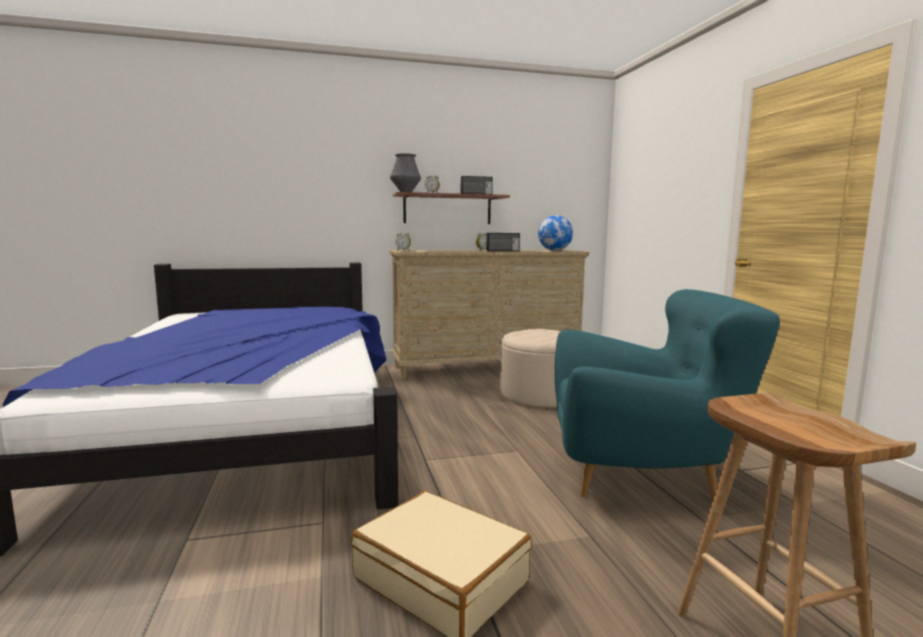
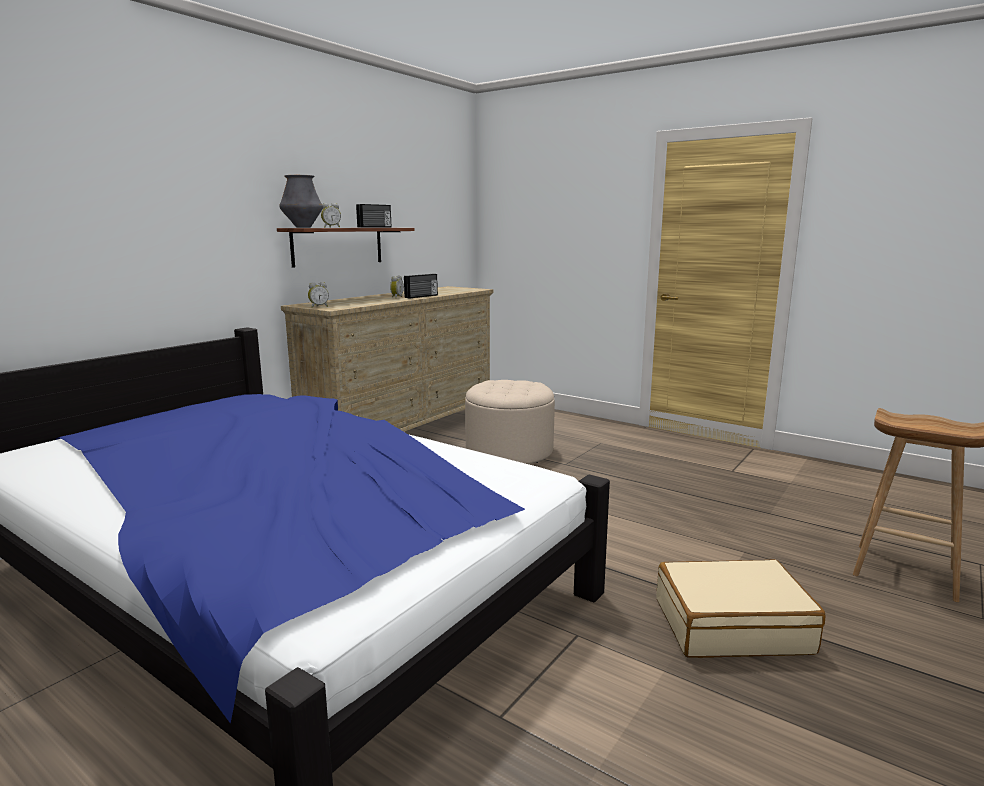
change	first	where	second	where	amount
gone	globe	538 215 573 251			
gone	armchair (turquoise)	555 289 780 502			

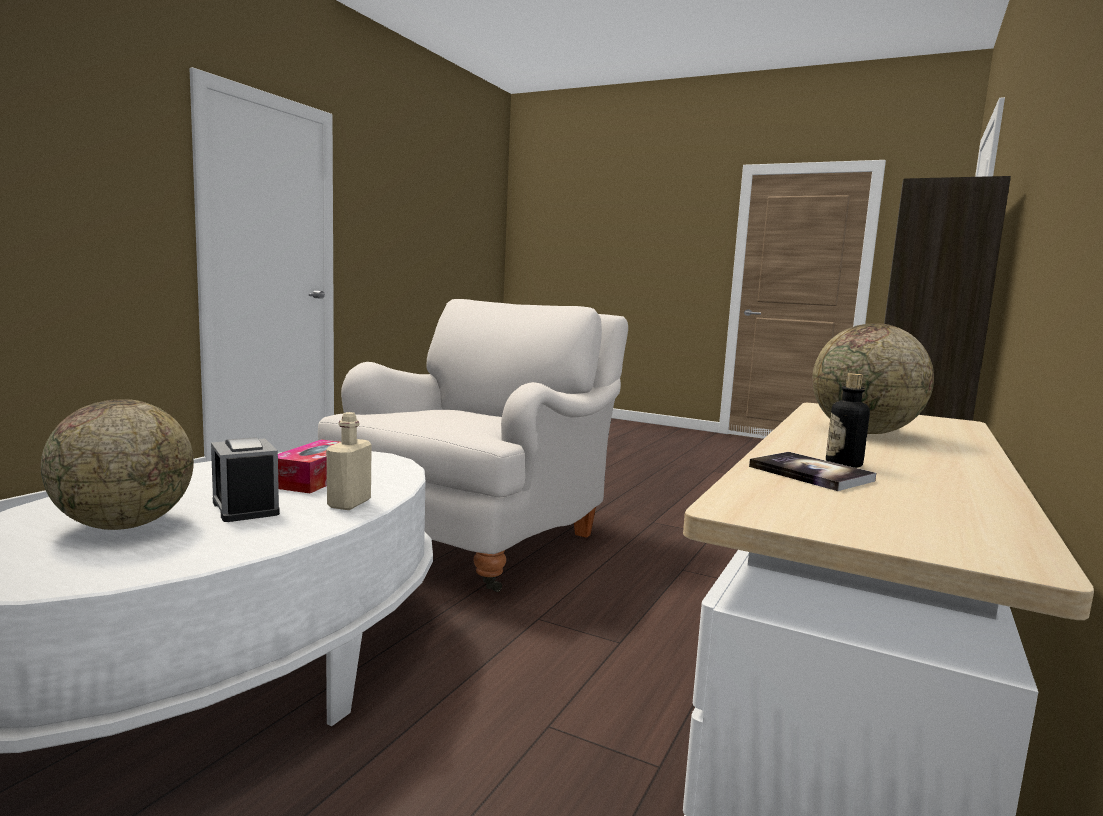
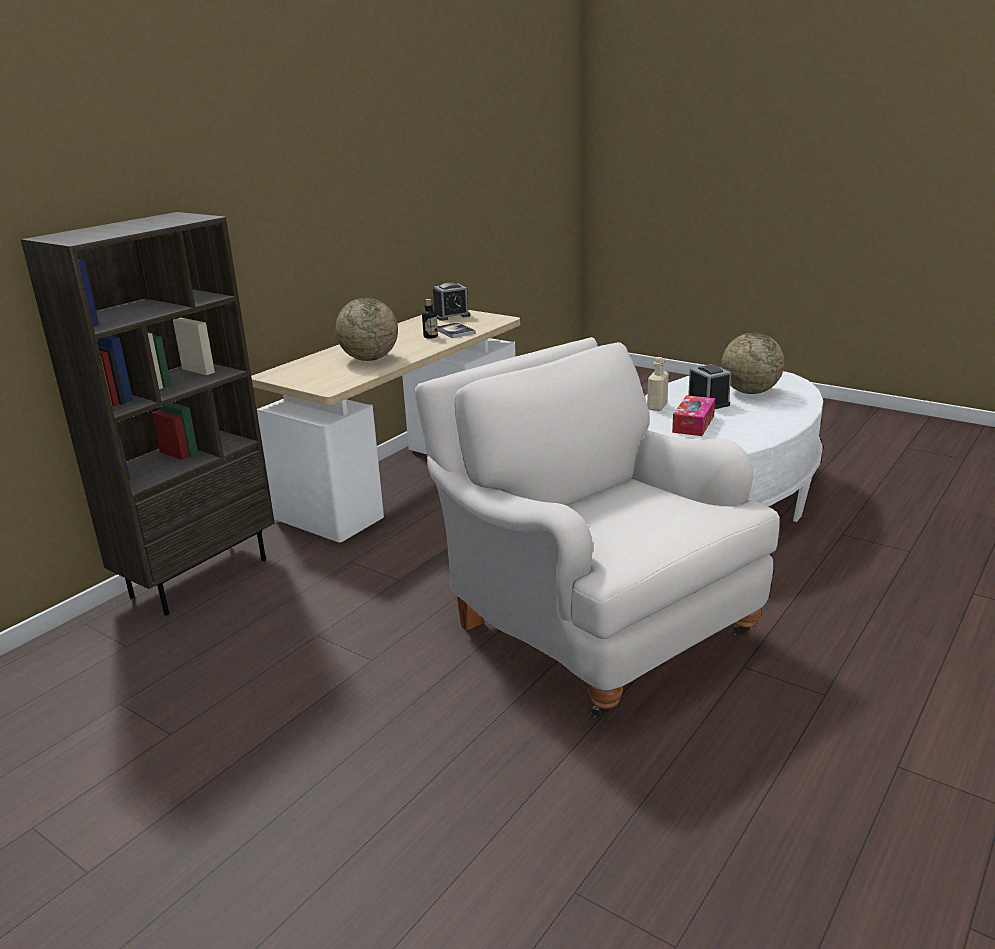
change	first	where	second	where	amount
rotated	armchair (white)	318 299 628 592		415 337 780 717	105 degrees clockwise
new			alarm clock	433 283 470 321	

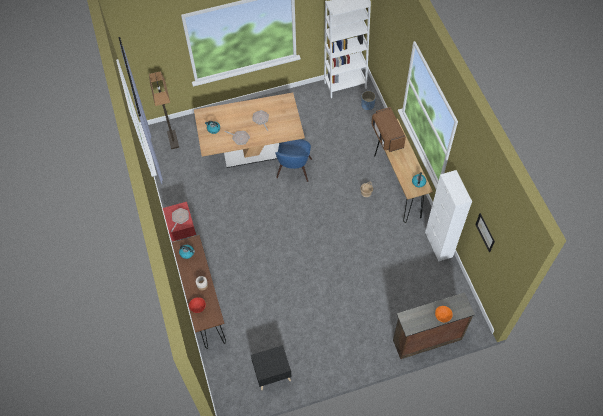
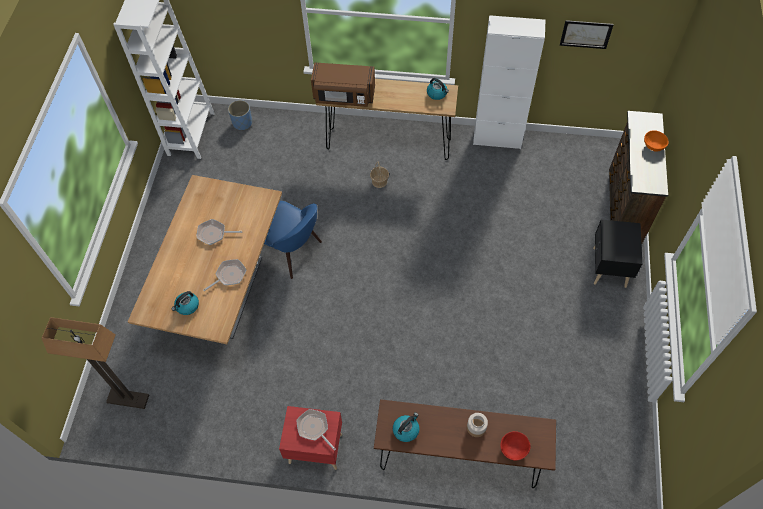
change	first	where	second	where	amount
shifted	nightstand (black)	251 345 292 390		593 220 642 288	

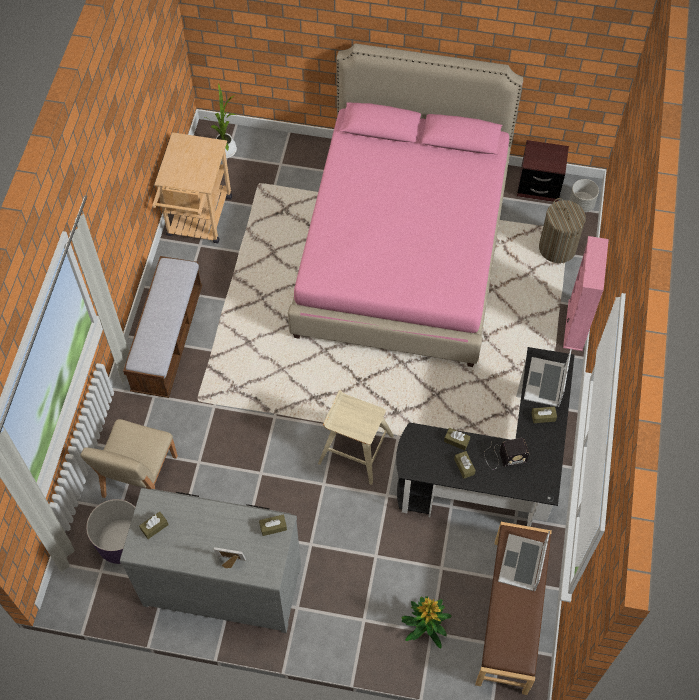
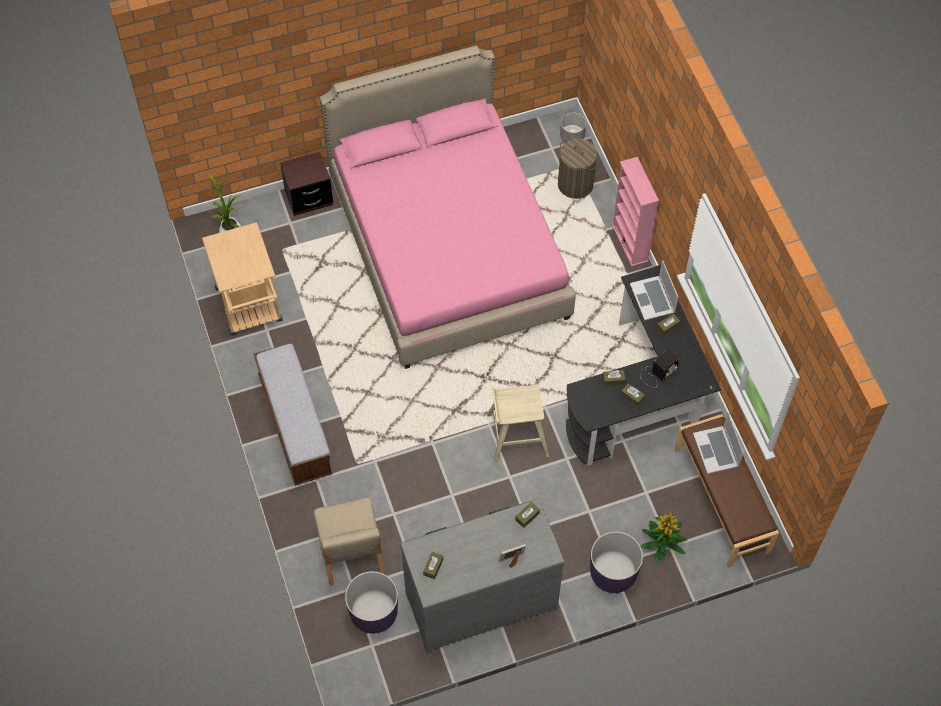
change	first	where	second	where	amount
shifted	nightstand (brown)	517 140 569 202		280 152 333 216	
new			planter (purple)	590 531 643 593	

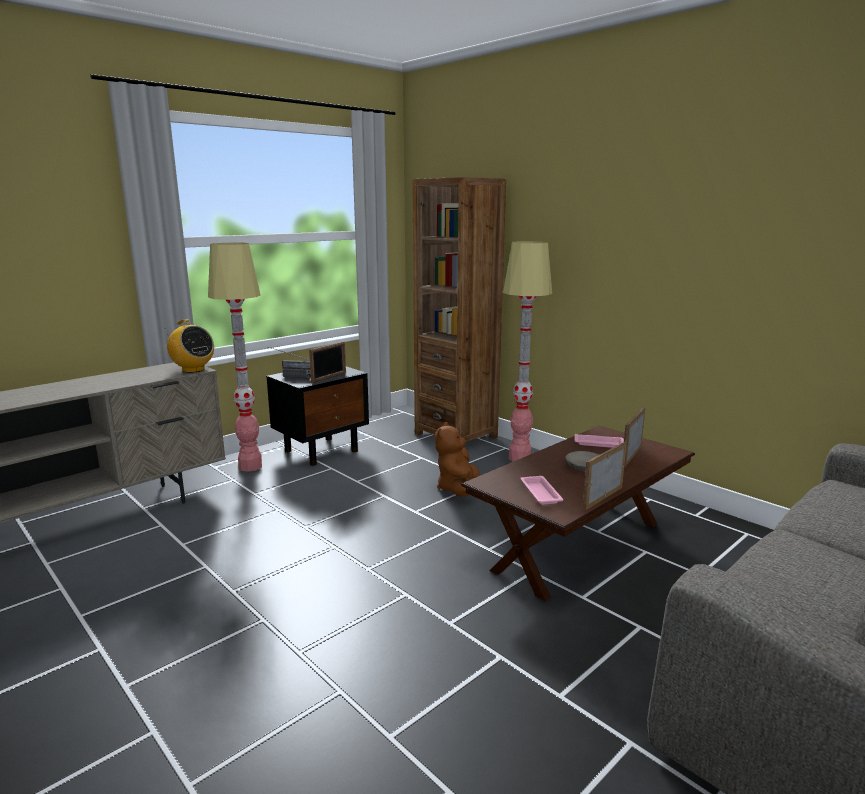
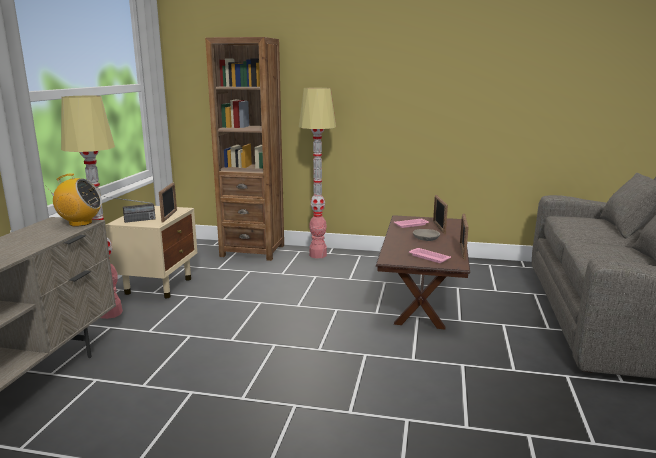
change	first	where	second	where	amount
repainted	nightstand (black)	266 366 369 466	nightstand (beige)	105 206 197 298	
gone	plush toy (brown)	435 422 480 497			

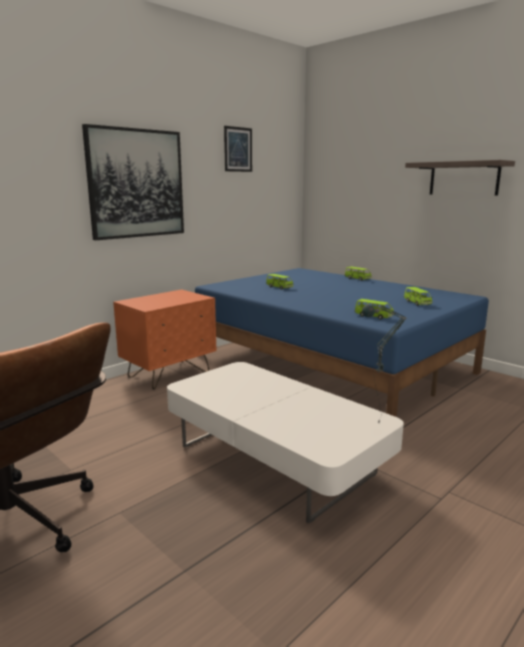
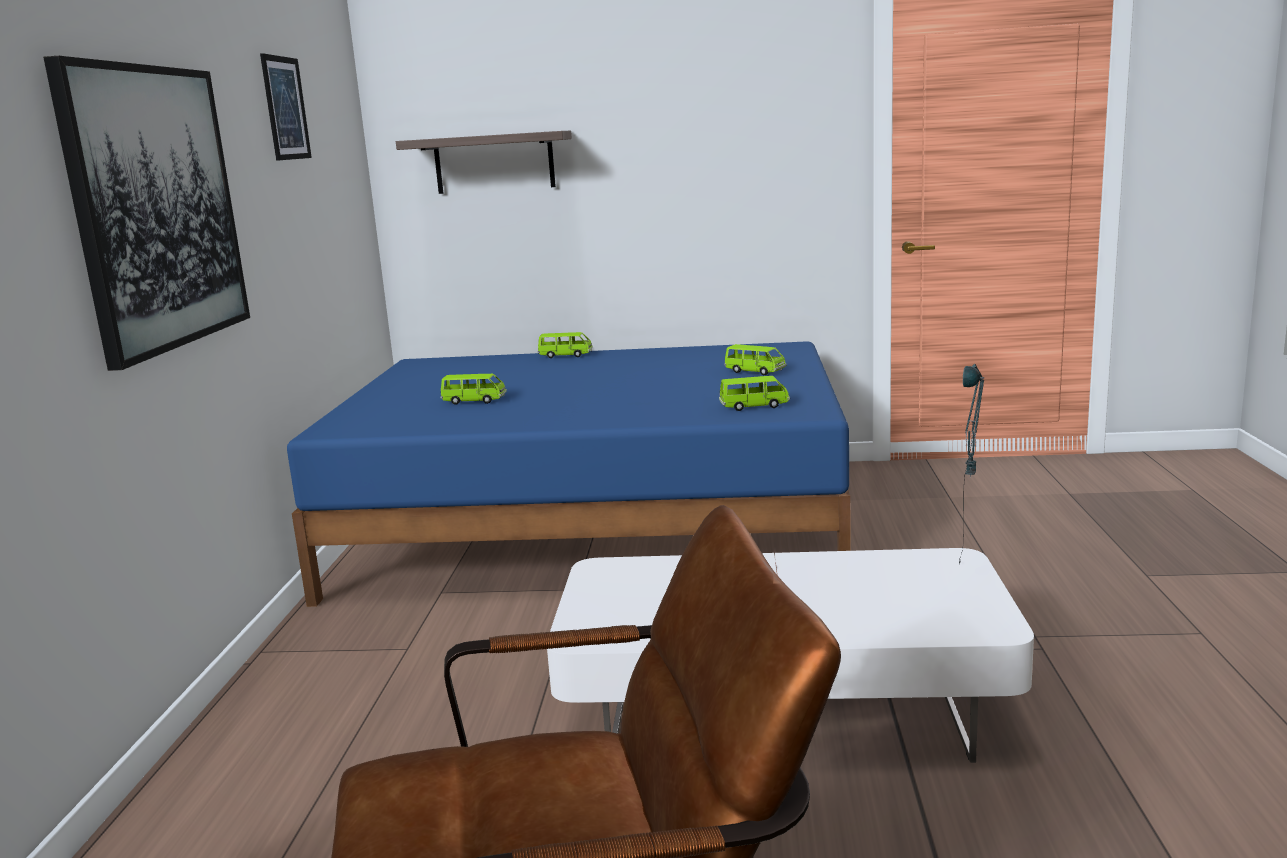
change	first	where	second	where	amount
shifted	shelf	405 160 515 195		396 131 572 194	
gone	nightstand (orange)	113 289 217 390			

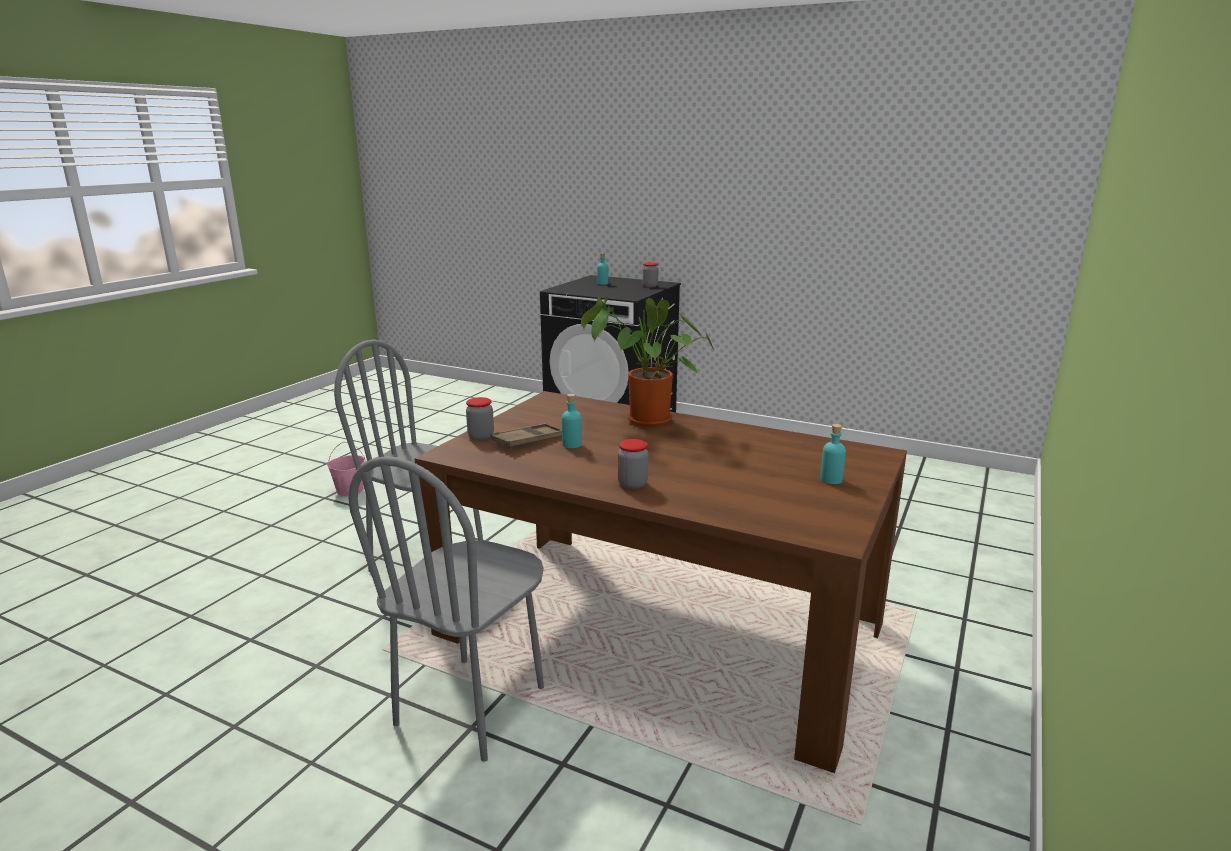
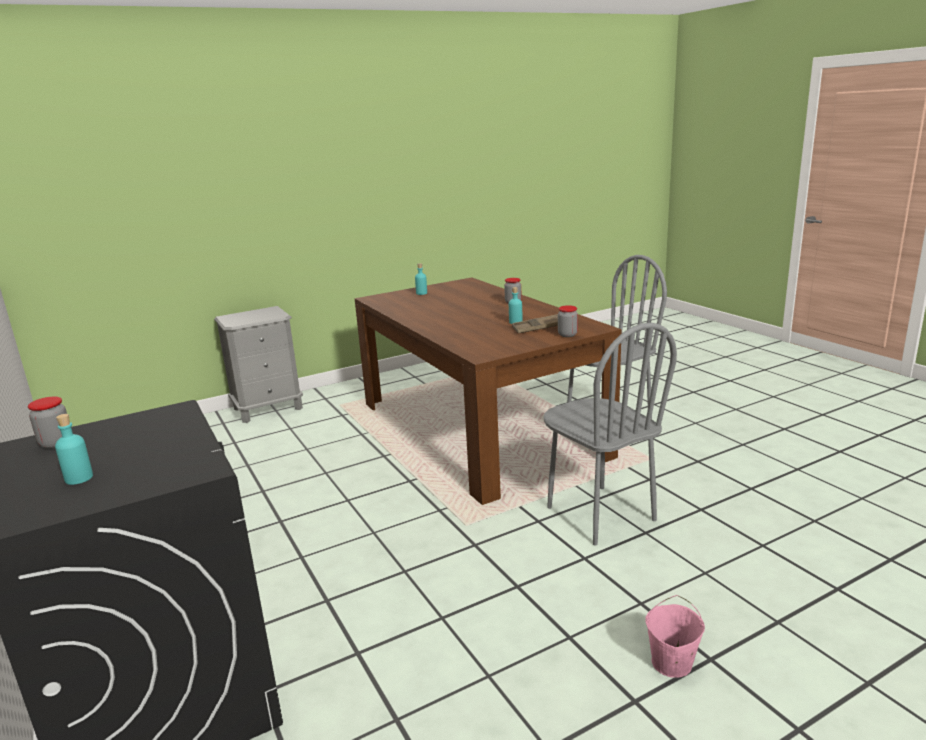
change	first	where	second	where	amount
gone	potted plant	581 296 714 427			
new			nightstand (grey)	214 306 303 423	

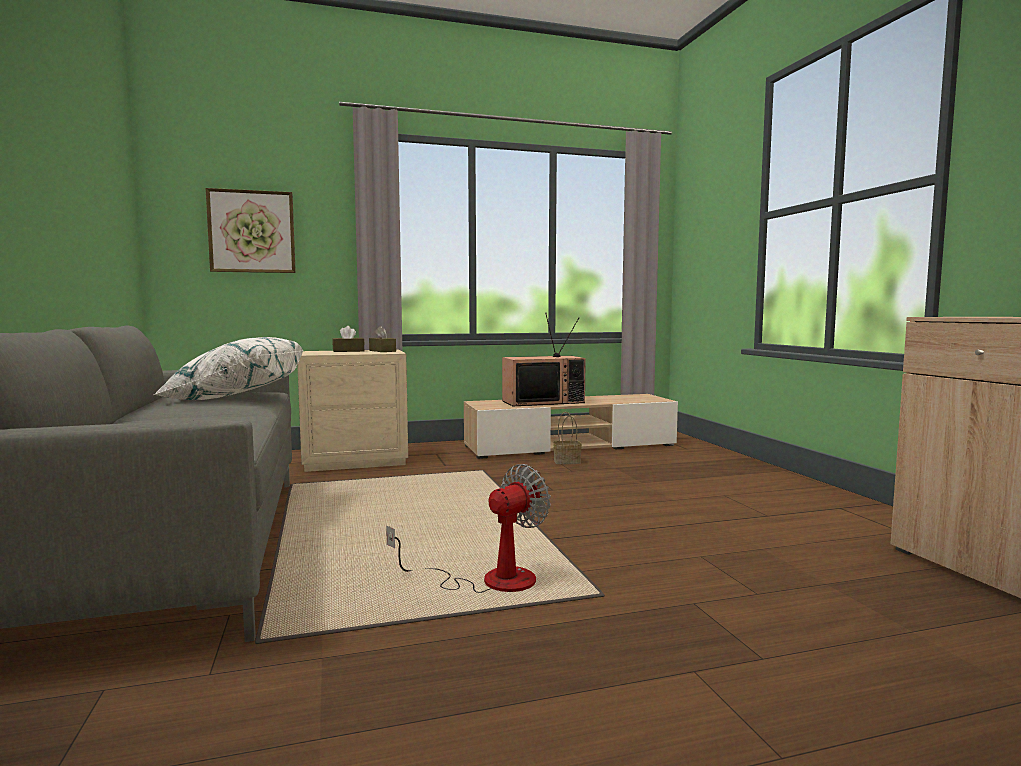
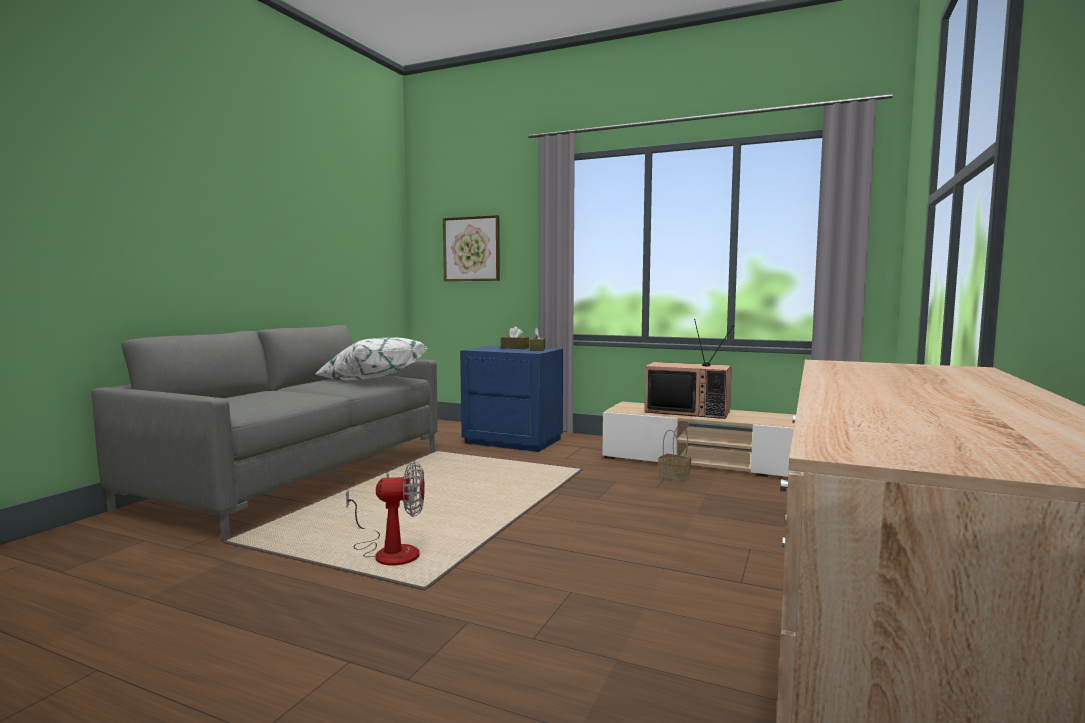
change	first	where	second	where	amount
repainted	nightstand (beige)	297 350 408 472	nightstand (blue)	460 346 563 452	

